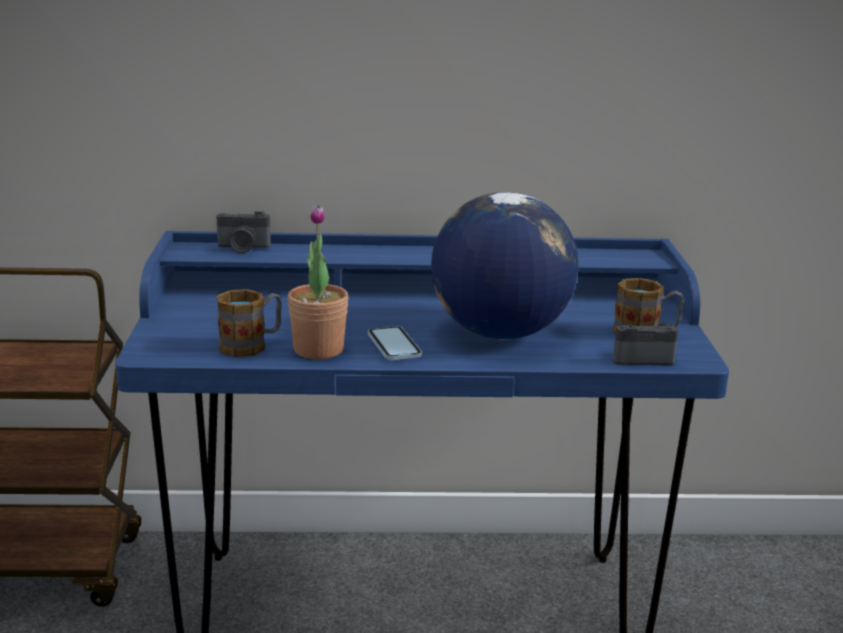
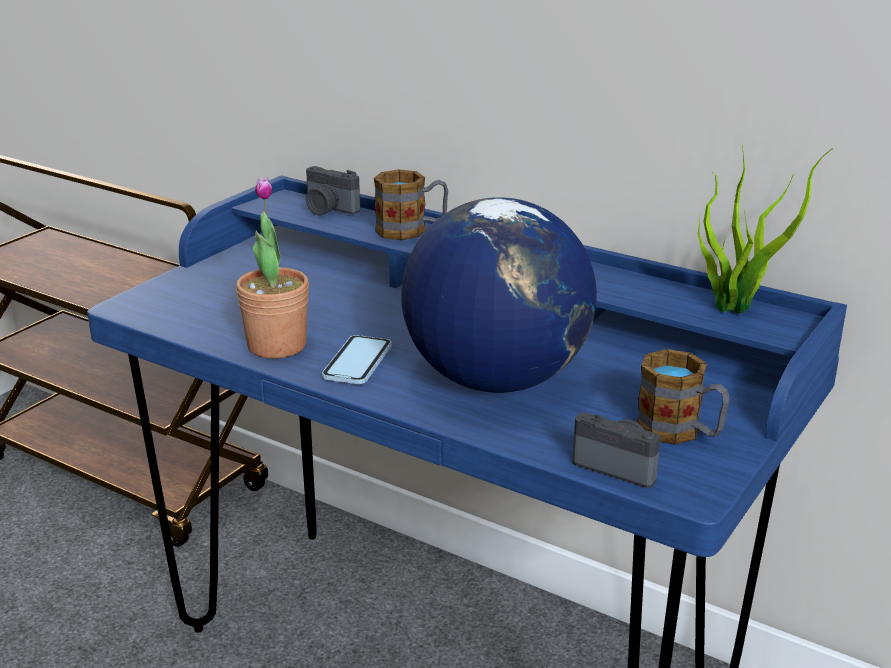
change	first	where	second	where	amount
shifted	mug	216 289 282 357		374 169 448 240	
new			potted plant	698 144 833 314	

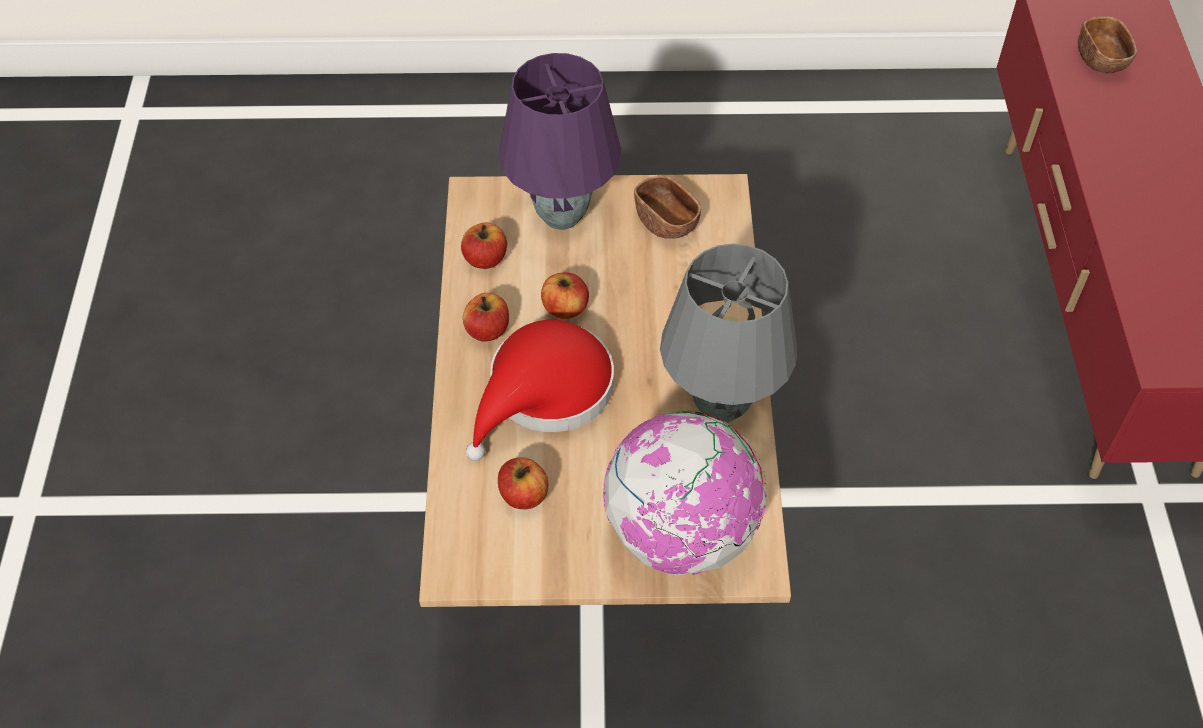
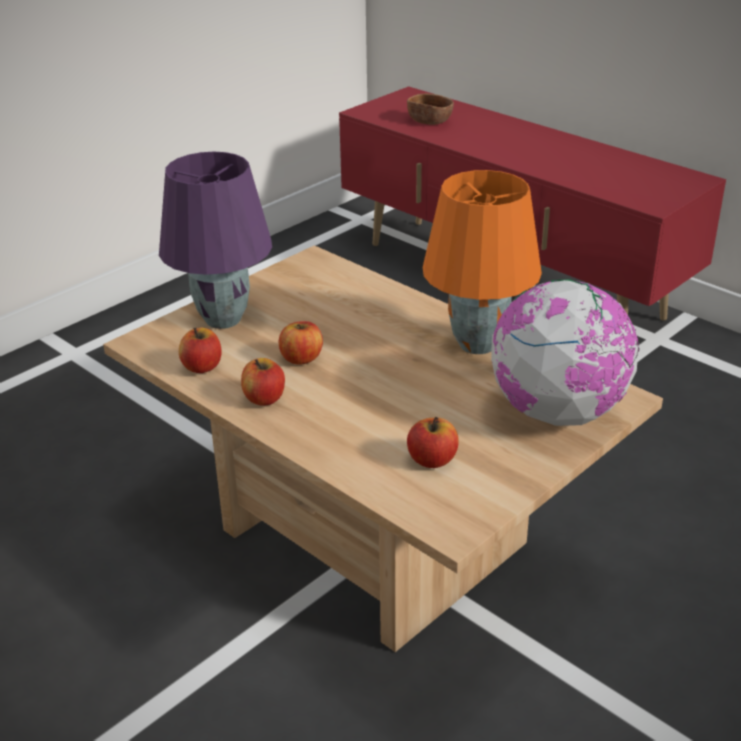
change	first	where	second	where	amount
gone	bowl (brown)	634 175 701 239			
repainted	table lamp (grey)	660 243 797 423	table lamp (orange)	423 170 542 354	
gone	hat (red)	466 320 614 461			

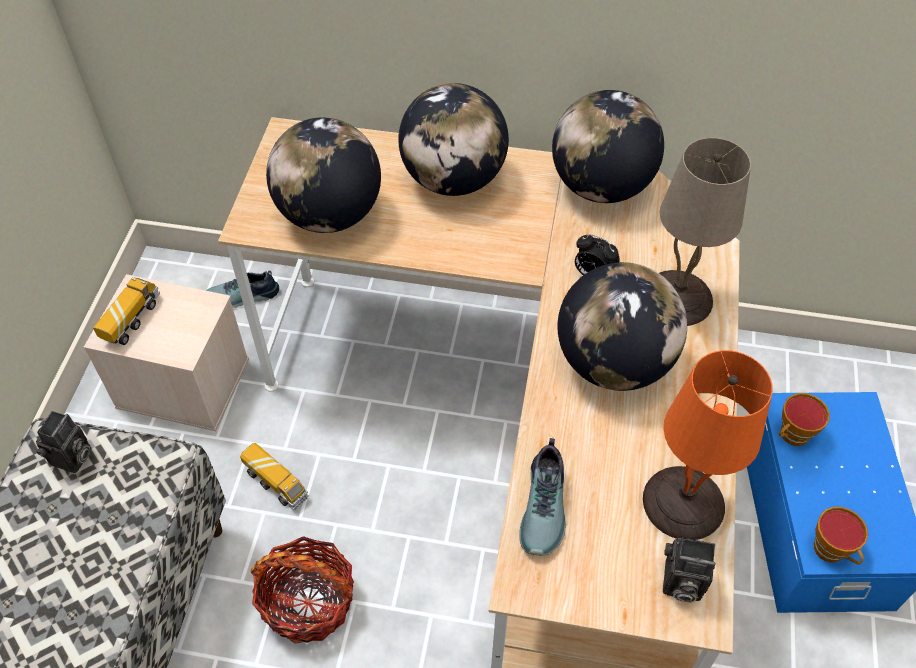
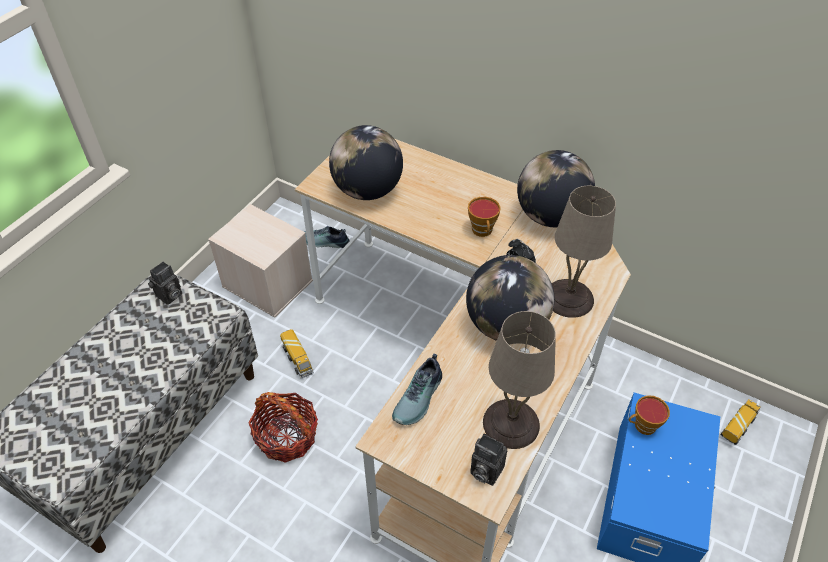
change	first	where	second	where	amount
gone	globe	398 83 509 196			
shifted	toy truck	93 277 160 345		721 399 761 445	
repainted	table lamp (orange)	643 350 773 540	table lamp (beige)	483 311 556 449	
shifted	cup	813 507 868 565		468 197 501 237	

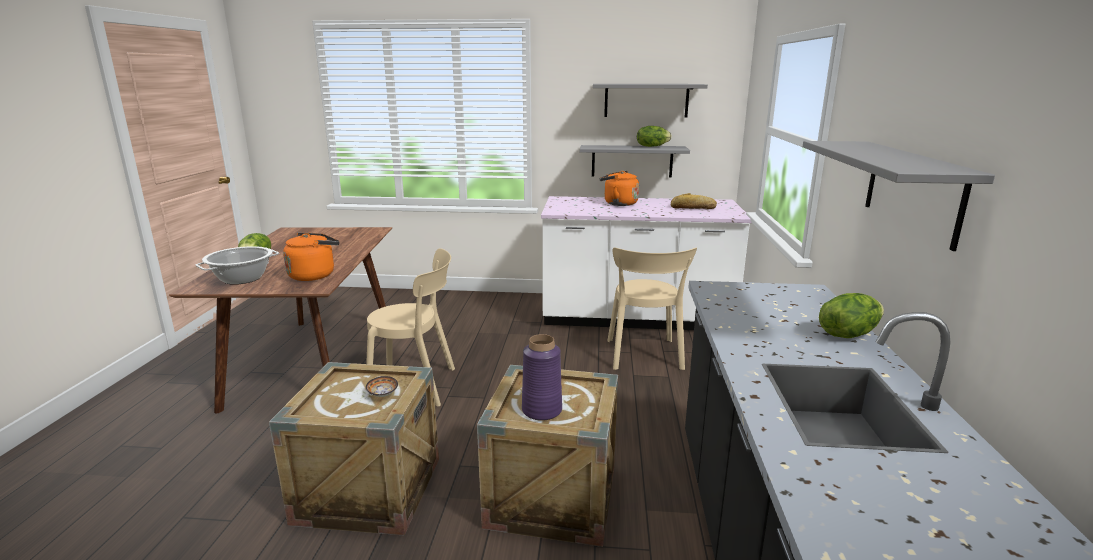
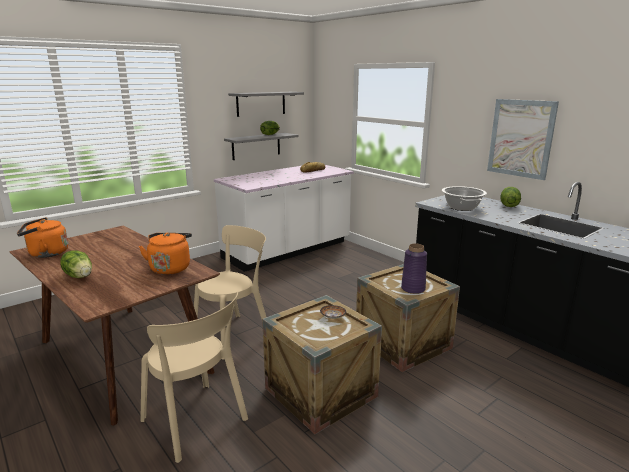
change	first	where	second	where	amount
swapped	shelf (grey)	803 141 995 251	picture	487 99 559 180	
shifted	kettle (orange)	600 171 639 206		17 217 68 258	
shifted	cooking pot	195 246 279 285		442 186 487 211	
shifted	chair (beige)	607 247 697 370		140 291 248 463	

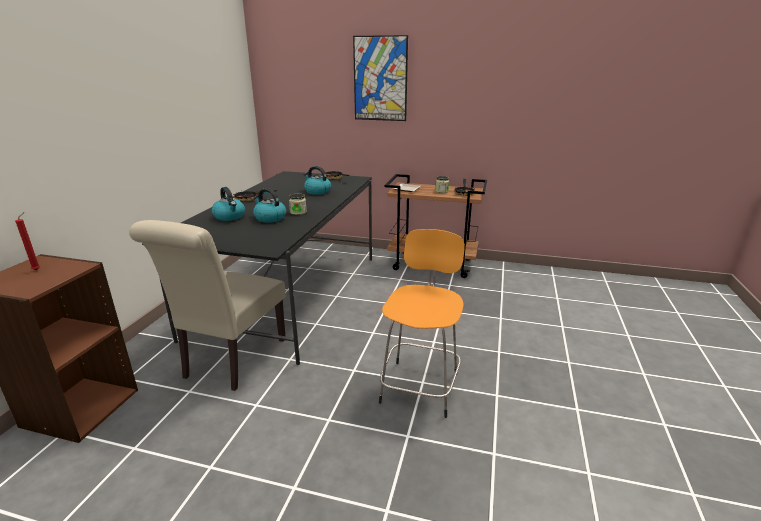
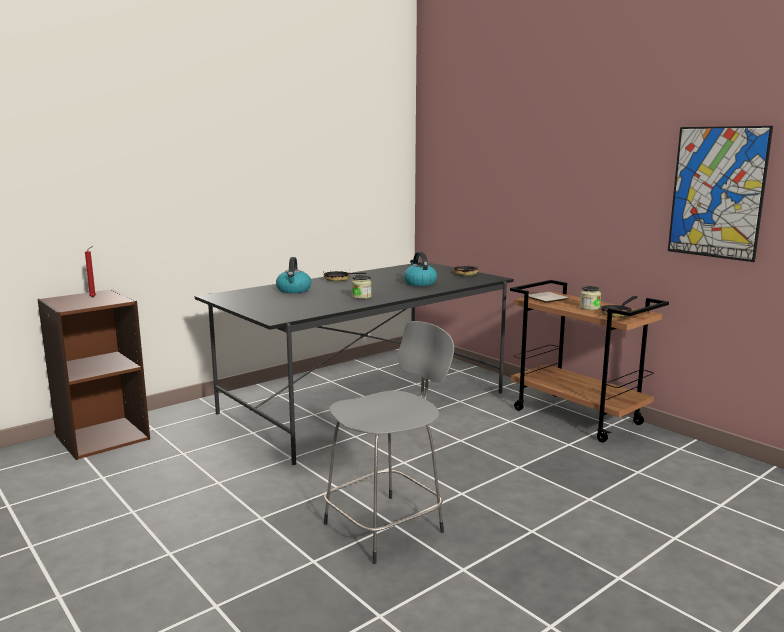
change	first	where	second	where	amount
shifted	picture	353 35 408 121		668 126 773 262	
gone	kettle	253 188 286 223			
gone	chair (beige)	129 220 285 391			
repainted	stool (orange)	379 229 465 418	stool (grey)	324 321 454 564	

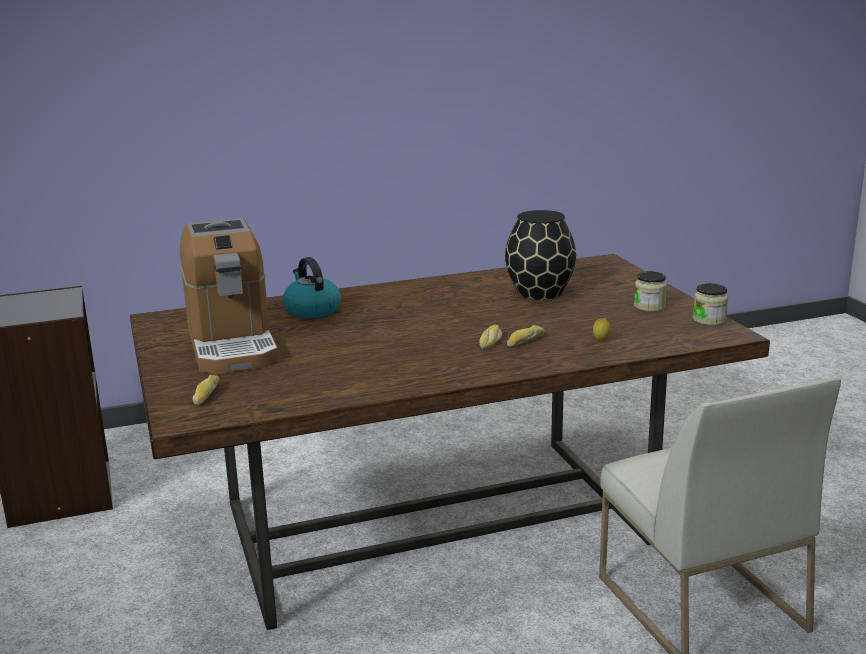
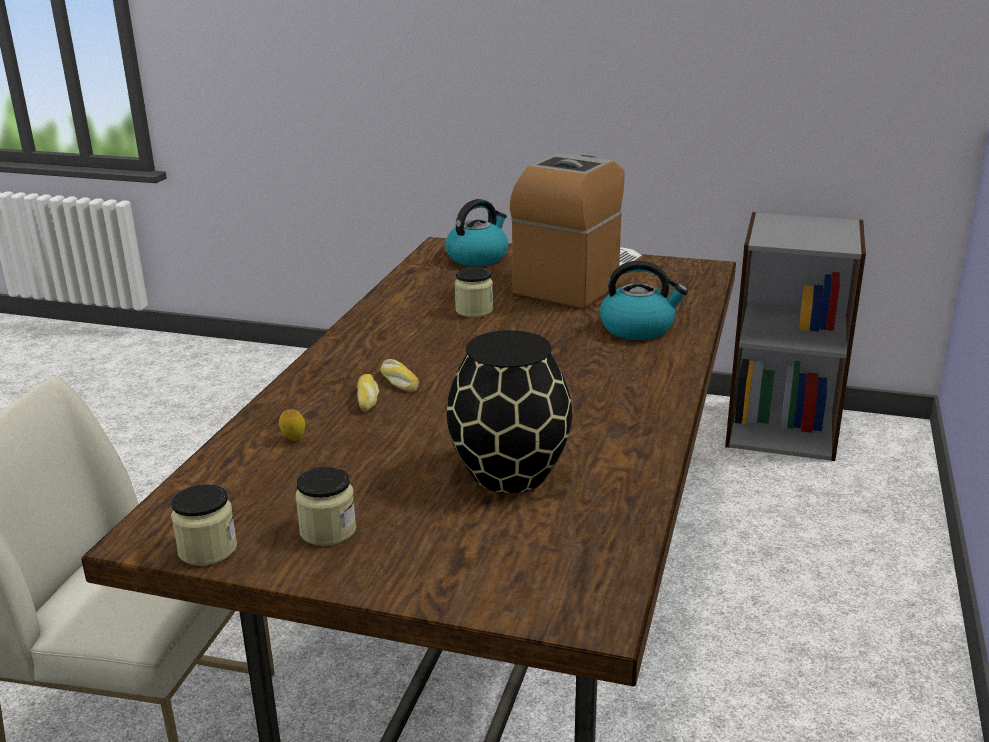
change	first	where	second	where	amount
rotated	coffee machine	180 218 279 374		510 153 642 309	105 degrees clockwise
swapped	bread	193 375 220 405	kettle	445 199 508 266	
new			jar	455 267 493 317	

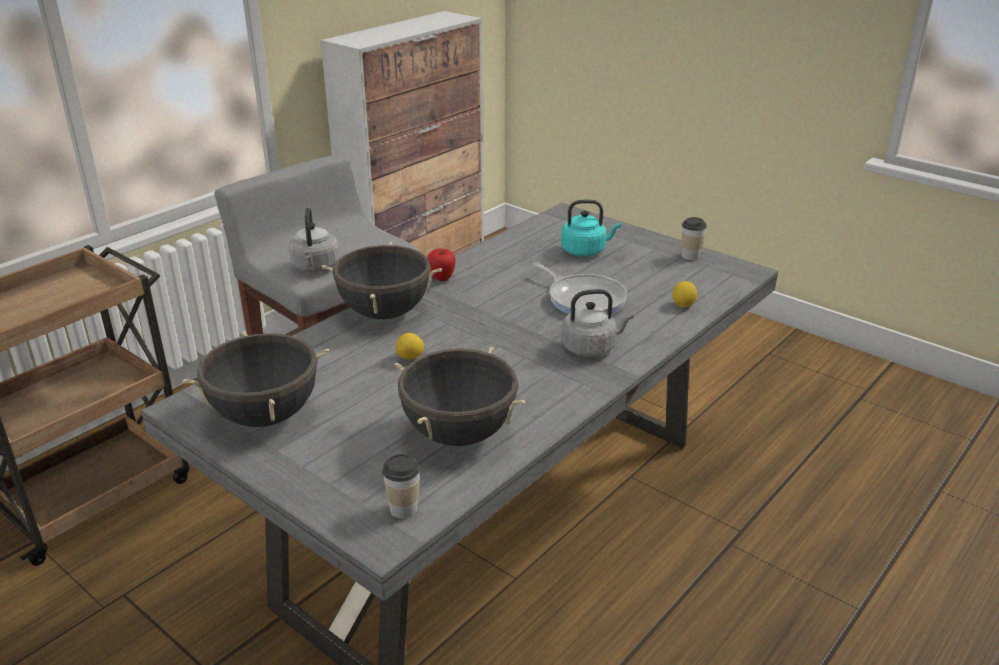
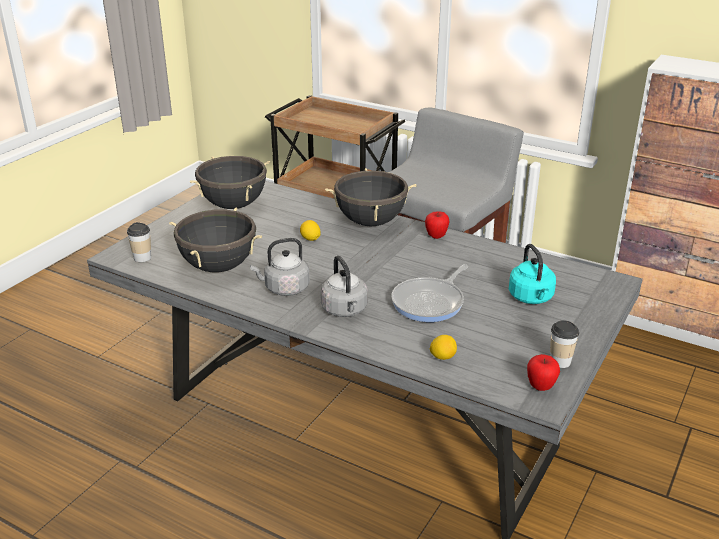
change	first	where	second	where	amount
shifted	kettle (grey)	289 207 340 272		250 238 310 296	
new			apple	527 354 560 391	

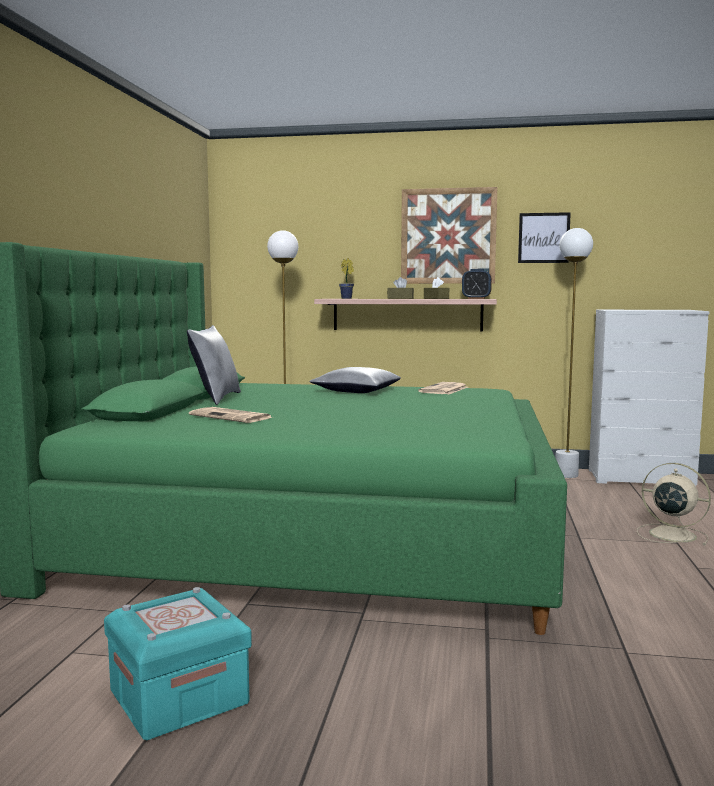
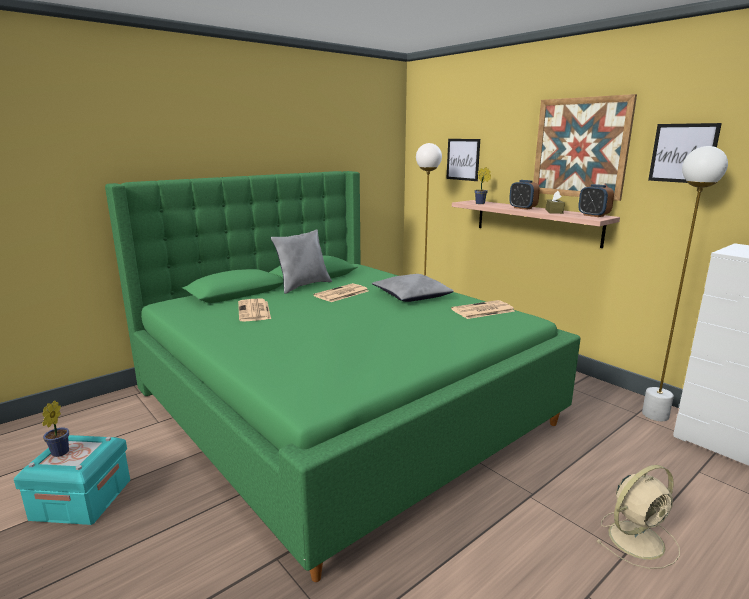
change	first	where	second	where	amount
swapped	tissue box (brown)	387 277 414 299	alarm clock	509 180 540 210	
rotated	fan (beige)	637 463 711 545		596 465 680 569	75 degrees clockwise
new			picture	447 139 480 181	
new			newspaper	313 283 368 302	
new			potted plant	42 400 69 457	

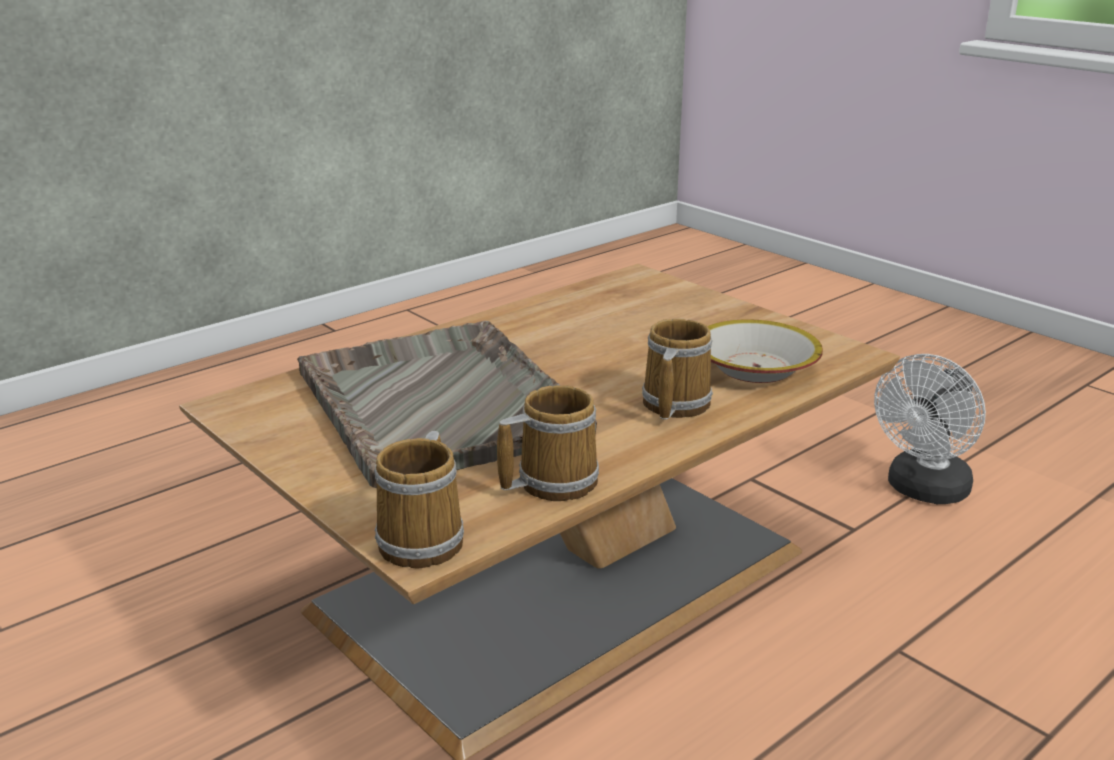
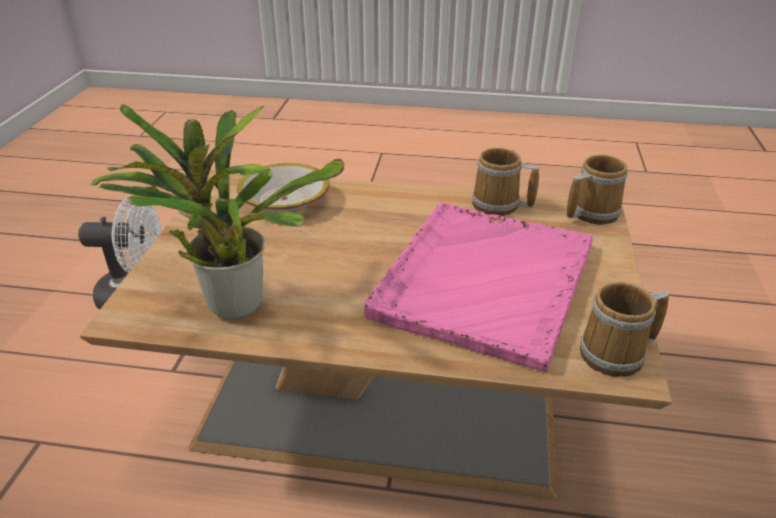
change	first	where	second	where	amount
shifted	mug	642 318 713 420		580 282 669 377	
repainted	tray (grey)	297 321 597 488	tray (pink)	364 202 593 373	
new			potted plant	90 104 345 319	

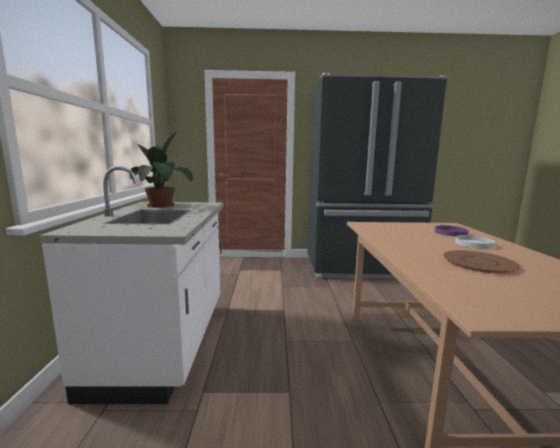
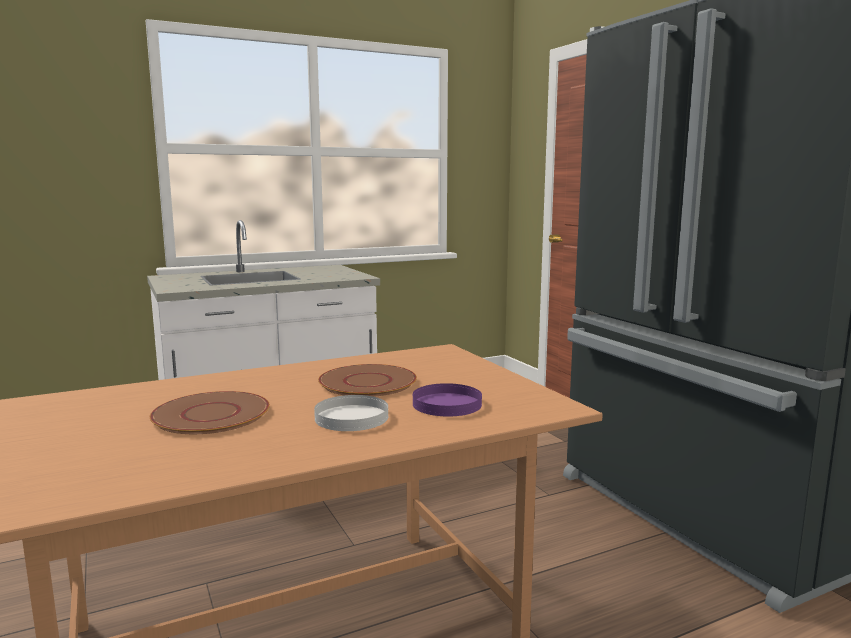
change	first	where	second	where	amount
gone	potted plant	128 133 194 208			
new			plate (brown)	318 364 417 397	

